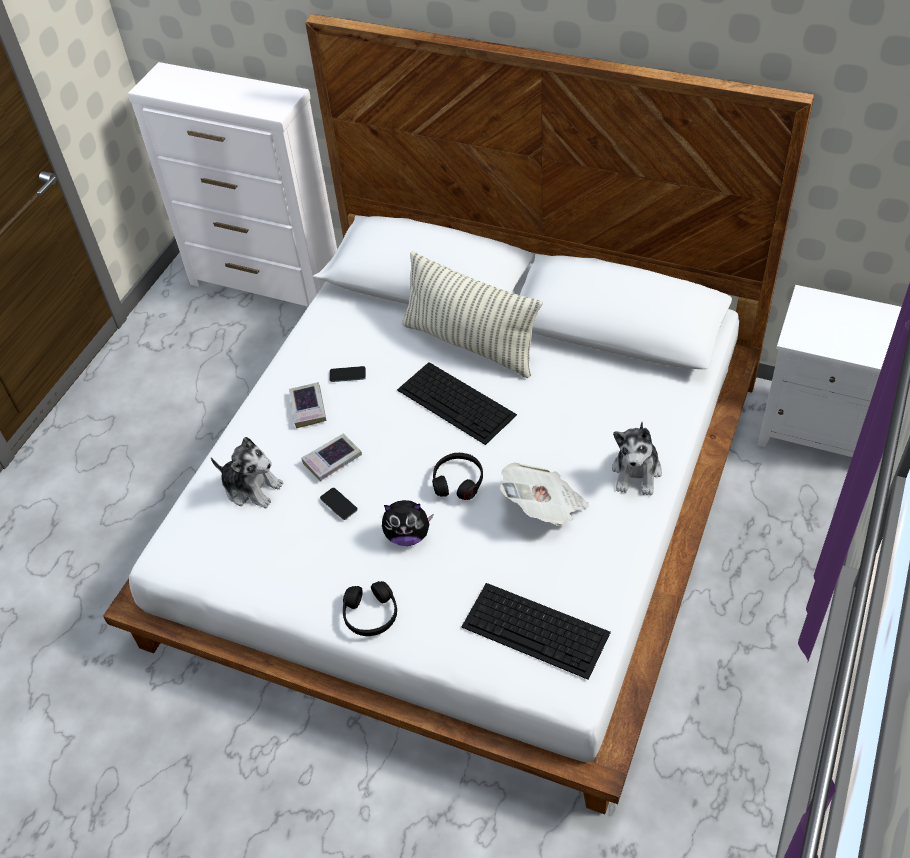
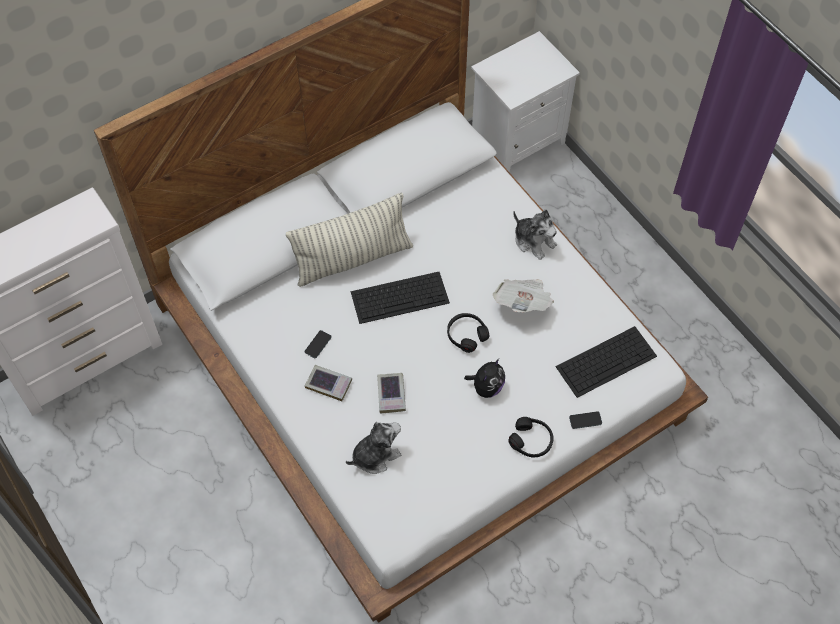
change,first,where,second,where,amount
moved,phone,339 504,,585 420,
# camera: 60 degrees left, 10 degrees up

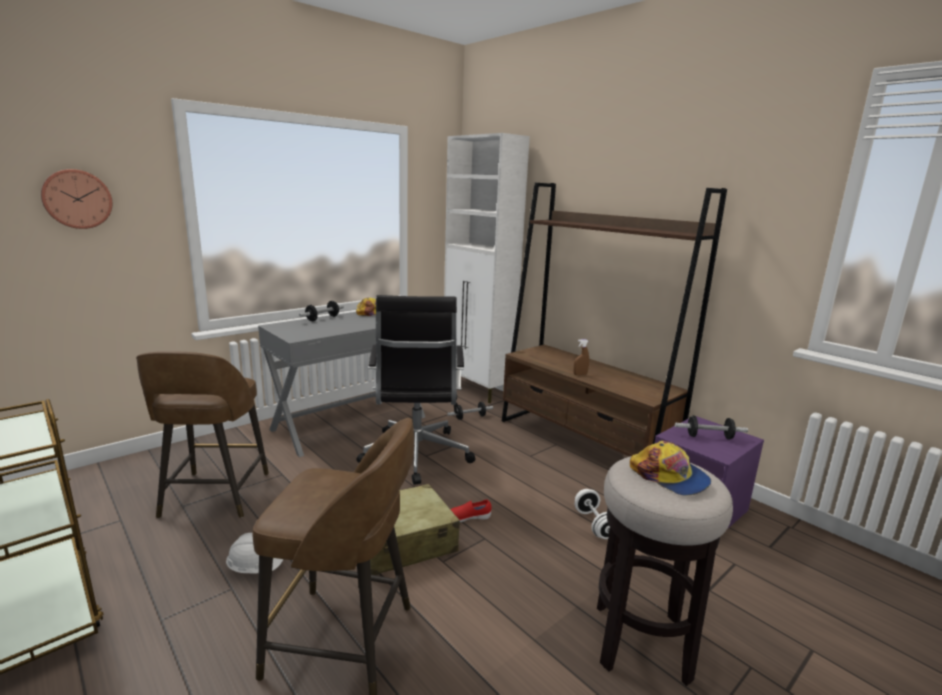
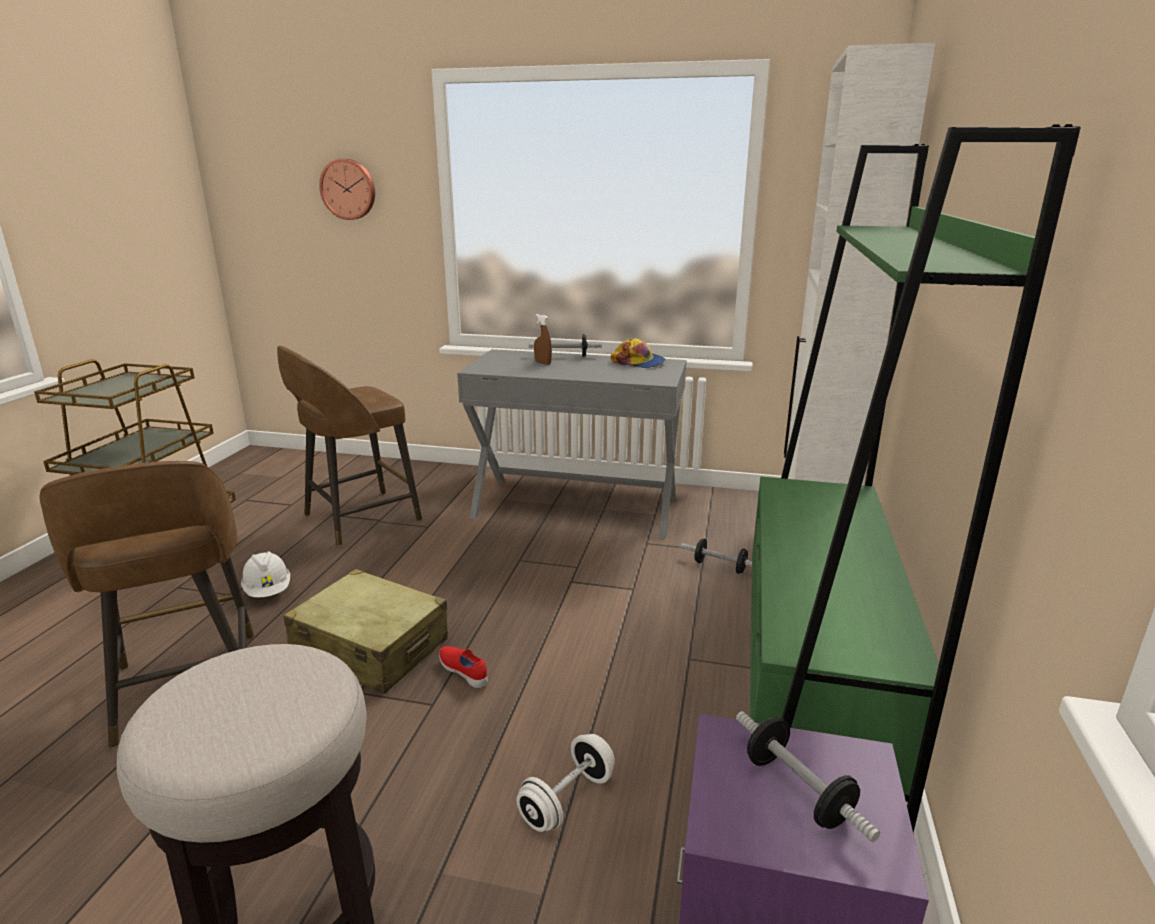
change,first,where,second,where,amount
removed,black office chair,416 390,,,
recoloured,brown bookcase,614 320,green bookcase,915 478,
moved,brown spray bottle,581 357,,543 339,
removed,cap,670 468,,,
# camera: 55 degrees right, 5 degrees up

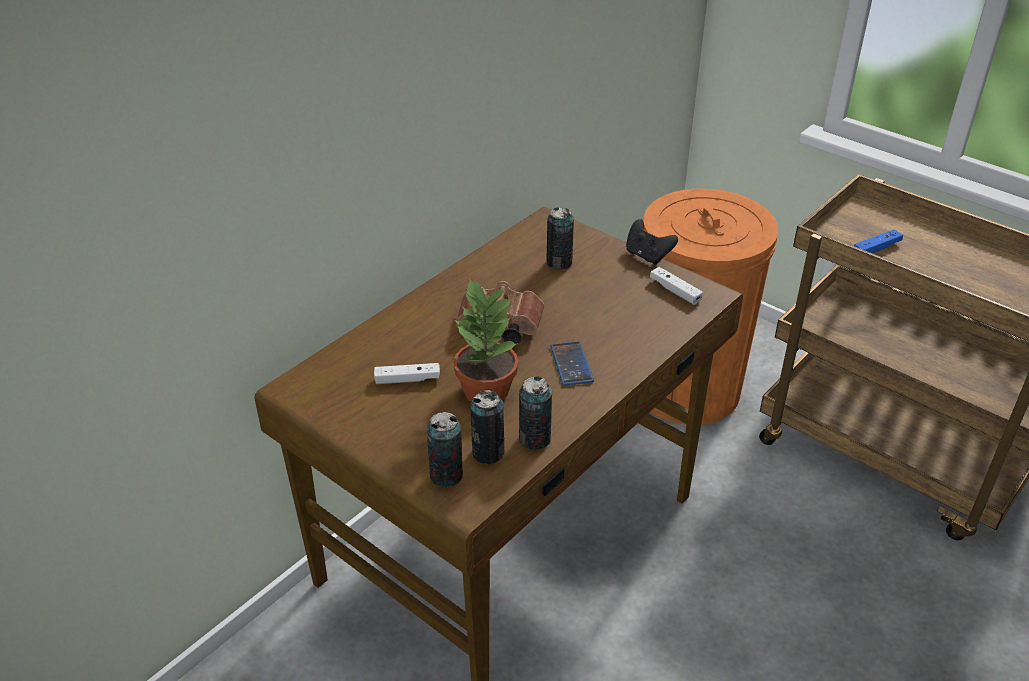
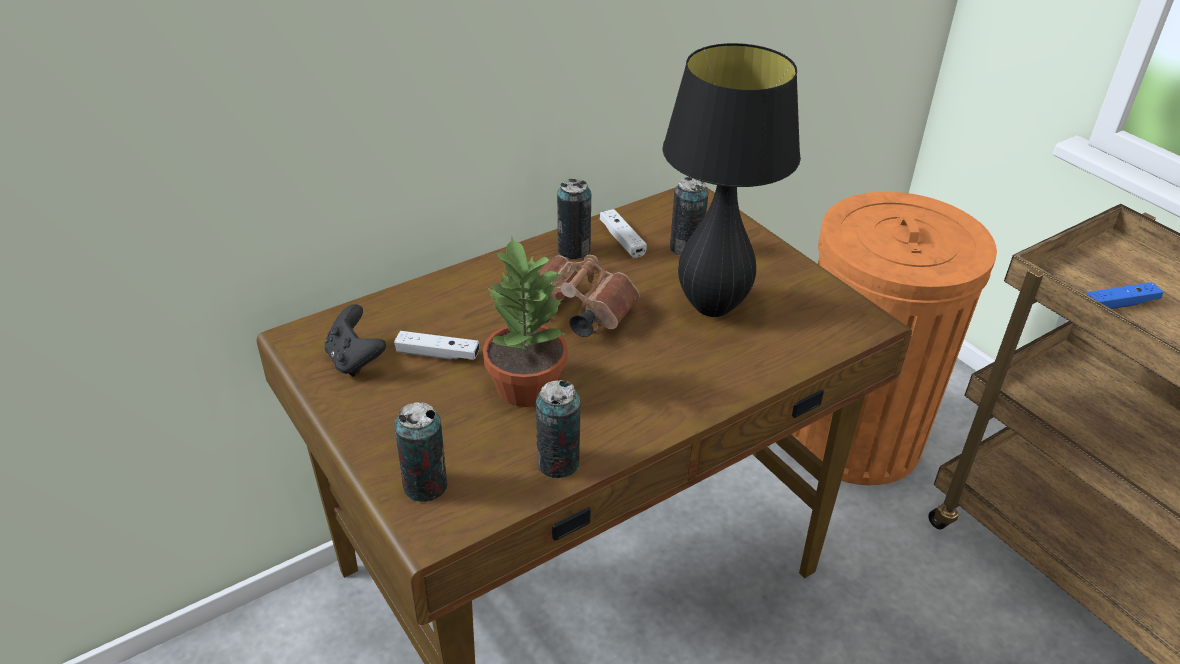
change,first,where,second,where,amount
moved,can,487 427,,574 219,
removed,phone,572 363,,,
moved,black game controller,652 242,,355 340,
moved,white game controller,676 286,,623 233,
added,,,black table lamp,731 180,
# camera: 15 degrees right, 0 degrees up

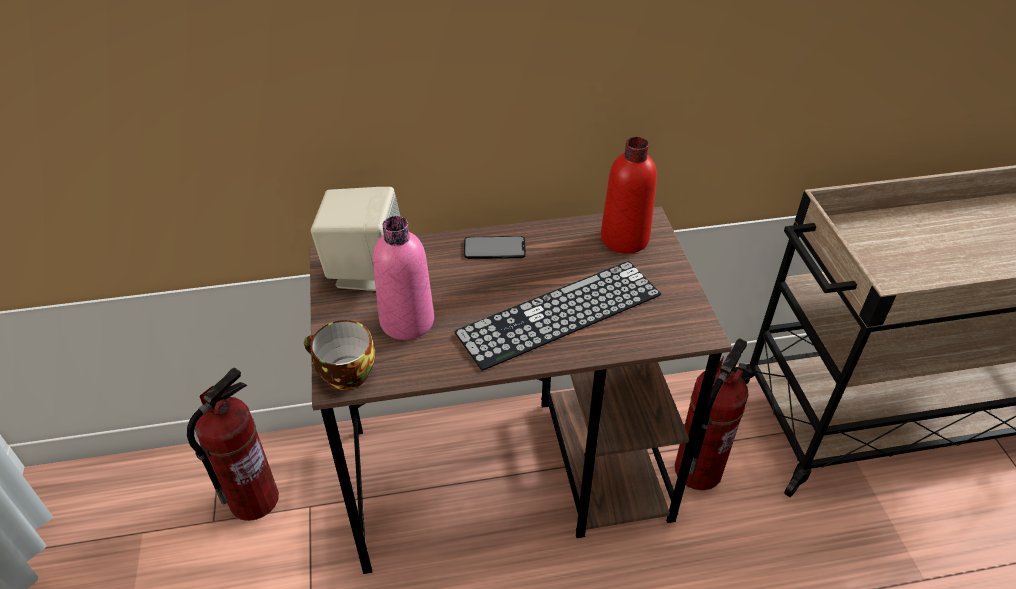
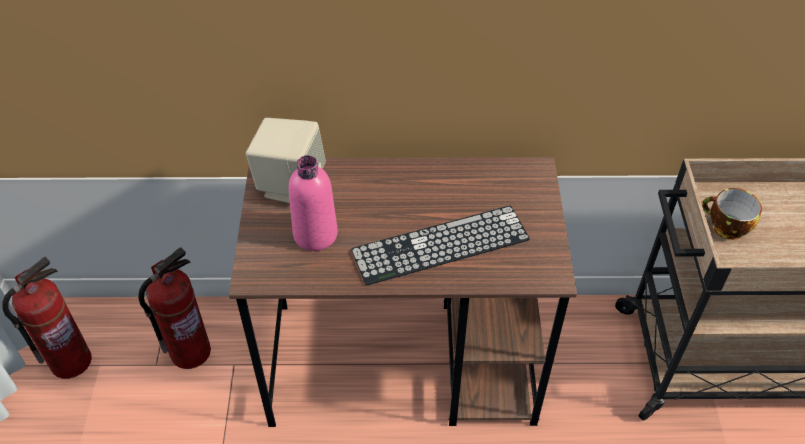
change,first,where,second,where,amount
moved,cup,340 355,,732 214,
removed,phone,495 247,,,
removed,red bottle,629 195,,,
moved,fire extinguisher,712 414,,47 317,
# camera: 10 degrees right, 5 degrees up

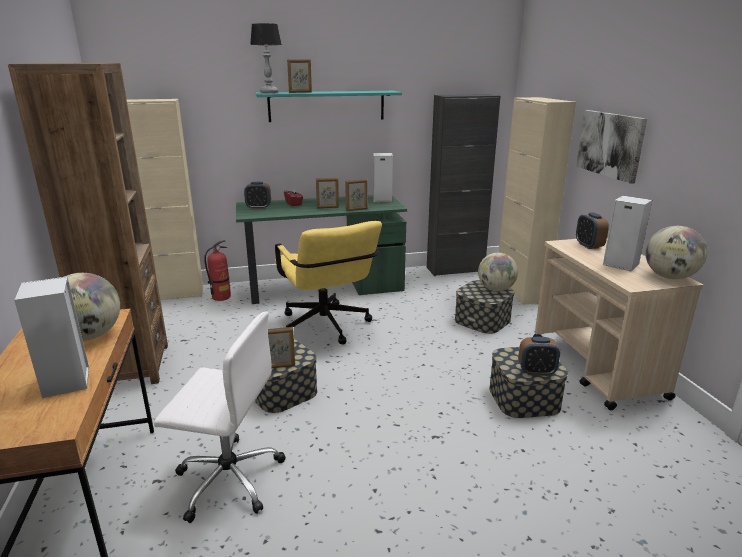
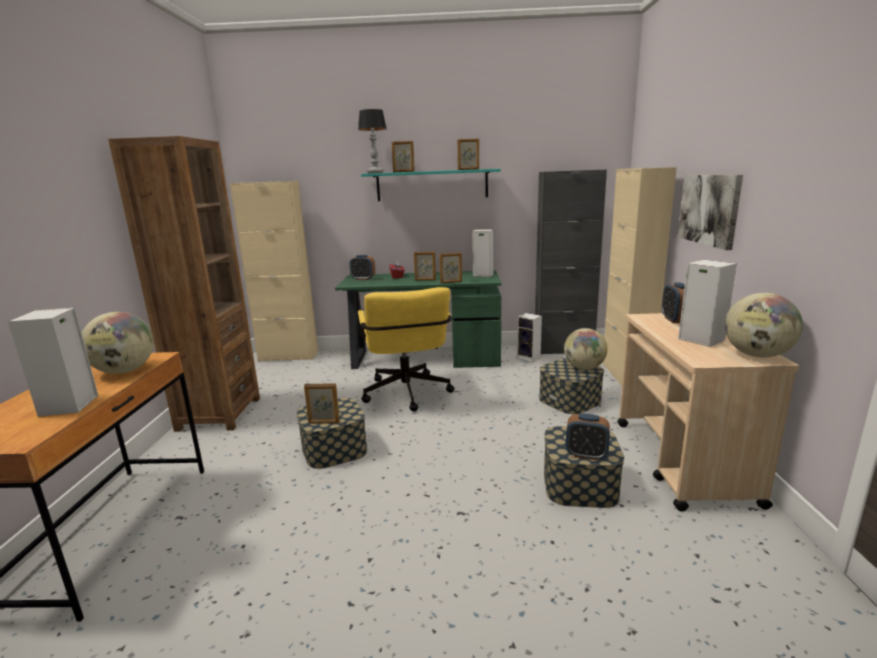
change,first,where,second,where,amount
removed,white office chair,219 417,,,
removed,fire extinguisher,217 270,,,
added,,,picture frame,468 154,
added,,,speaker,529 337,
# camera: 15 degrees right, 5 degrees down

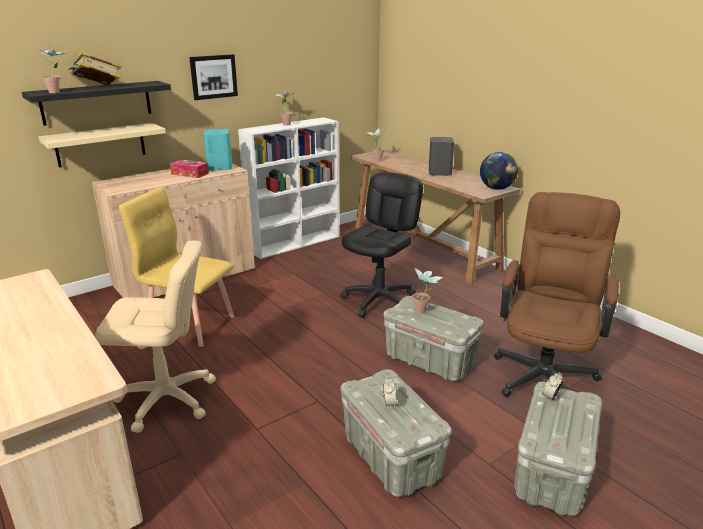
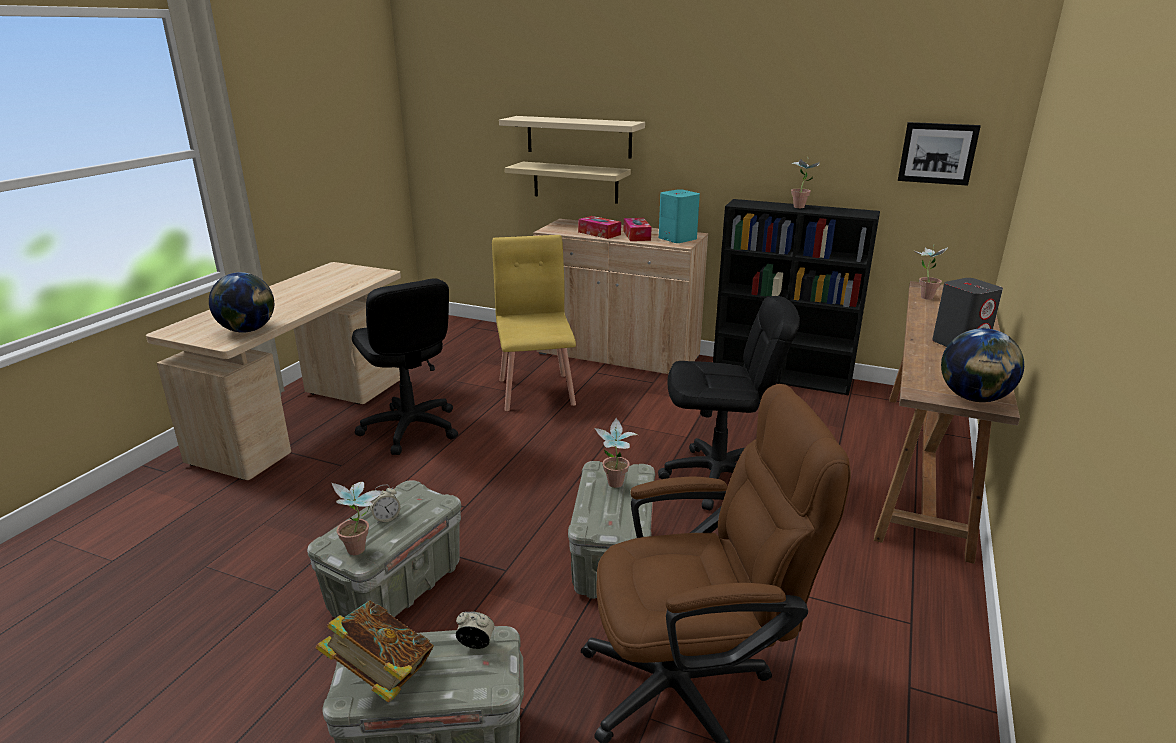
change,first,where,second,where,amount
recoloured,black shelf,96 103,beige shelf,572 137,
moved,potted plant,52 69,,357 518,
moved,book,95 68,,375 652,
recoloured,beige office chair,155 336,black office chair,405 367,
moved,picture,213 77,,939 154,
recoloured,white bookcase,288 188,black bookcase,796 297,
added,,,globe,241 302,
added,,,tissue box,599 227,
# camera: 60 degrees right, 0 degrees up

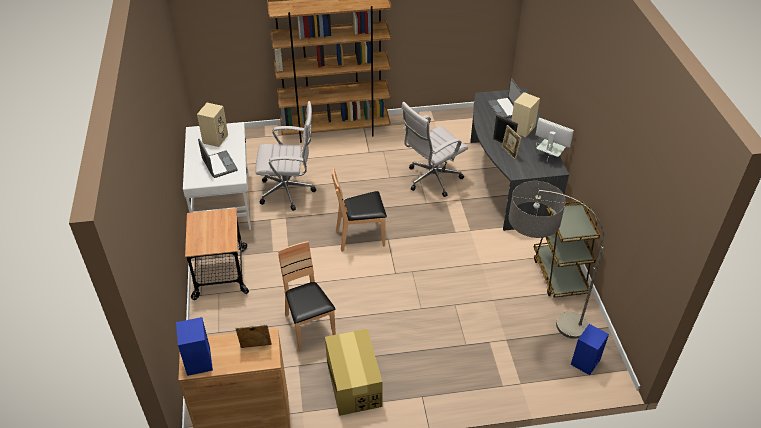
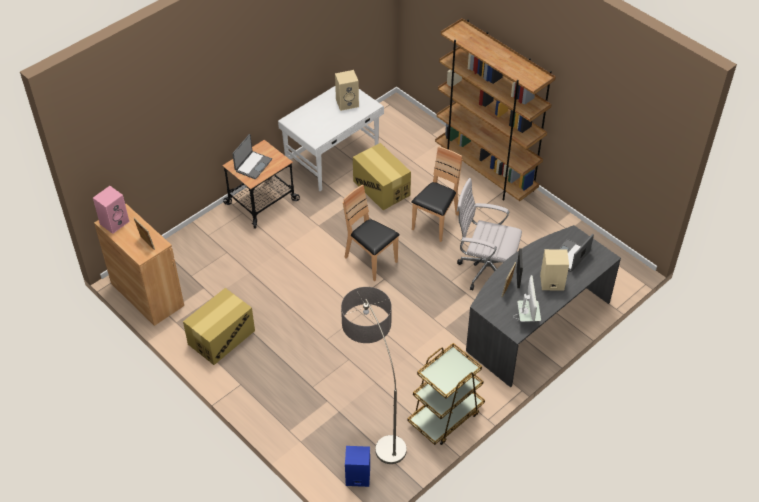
change,first,where,second,where,amount
recoloured,blue speaker,194 346,pink speaker,111 210,
moved,laptop,218 158,,252 156,
replaced,white office chair,285 156,cardboard box,382 176,
moved,brown chair,307 296,,437 194,
# camera: 55 degrees right, 5 degrees up

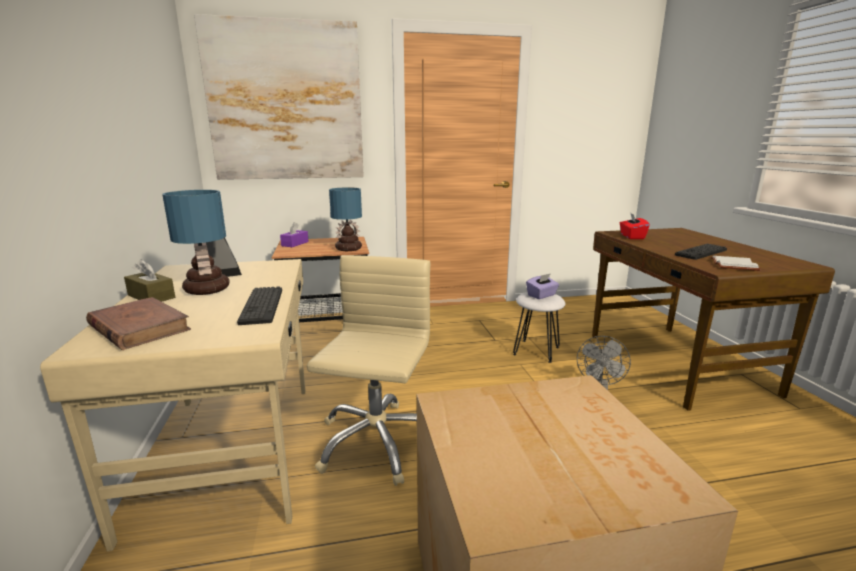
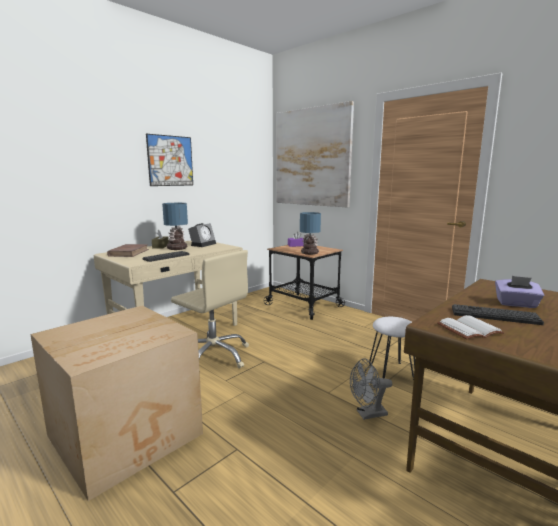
change,first,where,second,where,amount
turned,beige office chair,368 370,,210 309,60 degrees clockwise
moved,purple tissue box,542 286,,519 292,
removed,red tissue box,635 226,,,
added,,,picture,169 160,
# camera: 55 degrees right, 5 degrees down

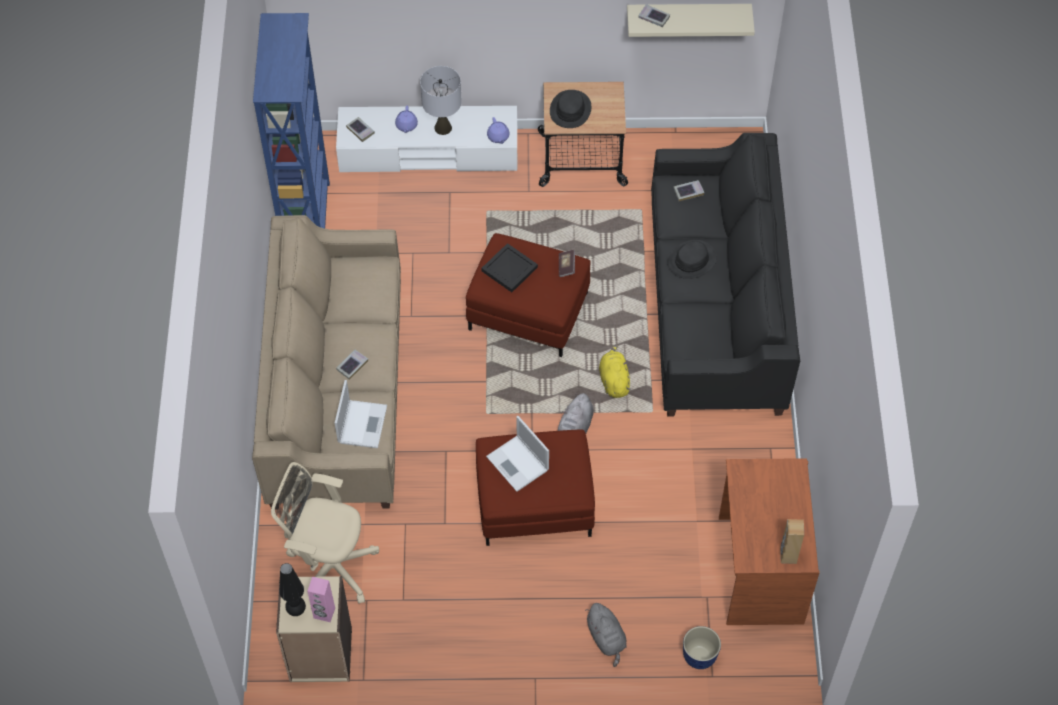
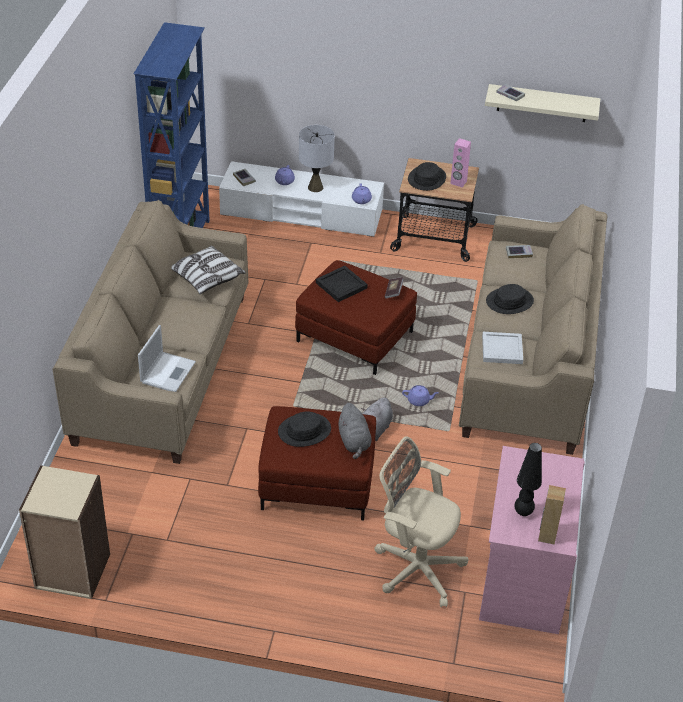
change,first,where,second,where,amount
moved,beige office chair,325 533,,421 521,
moved,black table lamp,292 589,,528 479,
moved,pink speaker,321 599,,460 163,
removed,book,352 365,,,
replaced,laptop,517 454,black hat,304 429,
moved,grey plush toy,606 635,,354 431,
replaced,yellow plush toy,615 371,purple teapot,420 395,
recoloured,black sofa,725 275,beige sofa,533 329,
removed,planter,702 647,,,
recoloured,brown desk,769 541,pink desk,532 540,
added,,,pillow,208 270,
added,,,white tray,502 348,
# camera: 10 degrees right, 15 degrees down

